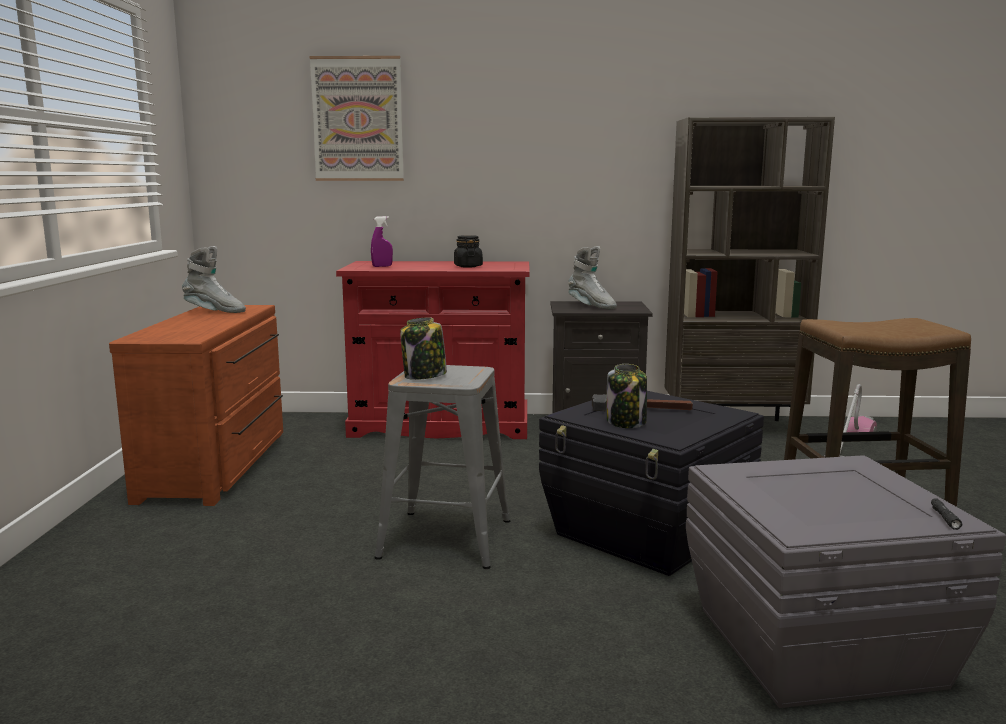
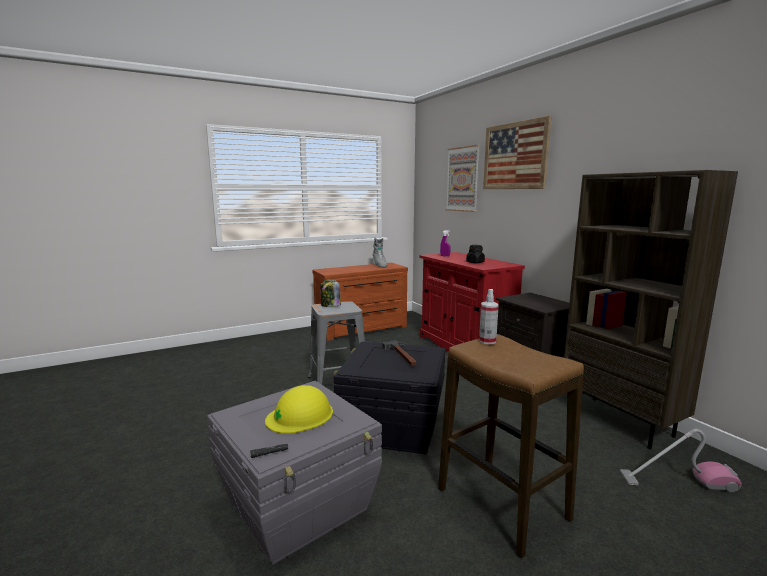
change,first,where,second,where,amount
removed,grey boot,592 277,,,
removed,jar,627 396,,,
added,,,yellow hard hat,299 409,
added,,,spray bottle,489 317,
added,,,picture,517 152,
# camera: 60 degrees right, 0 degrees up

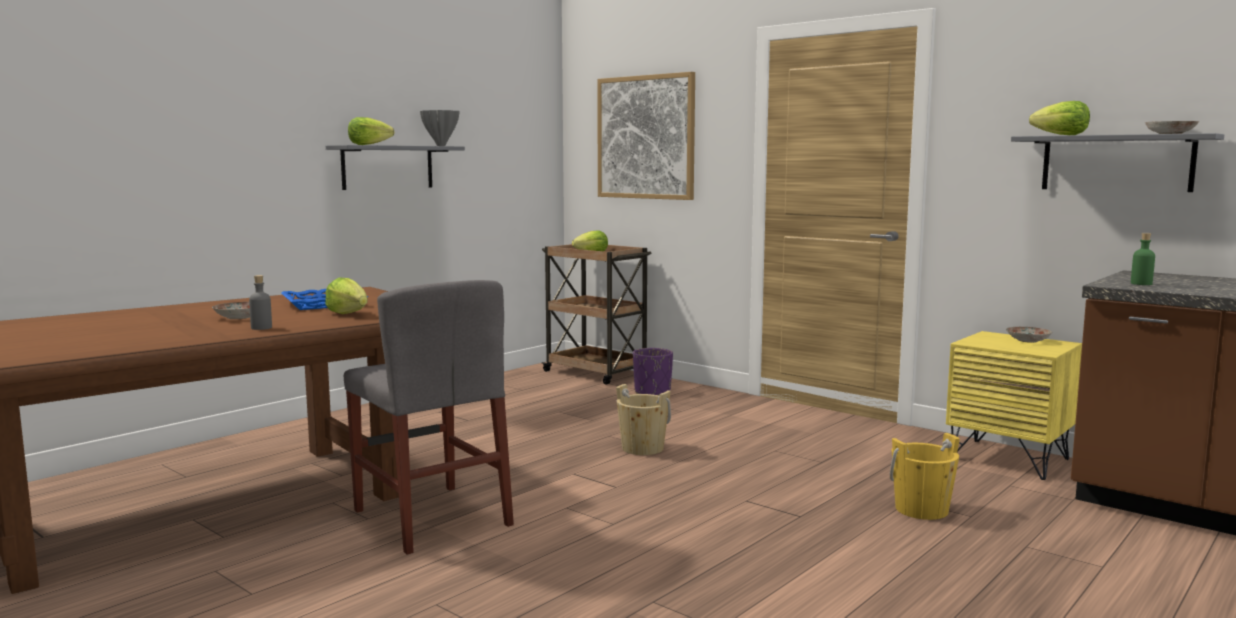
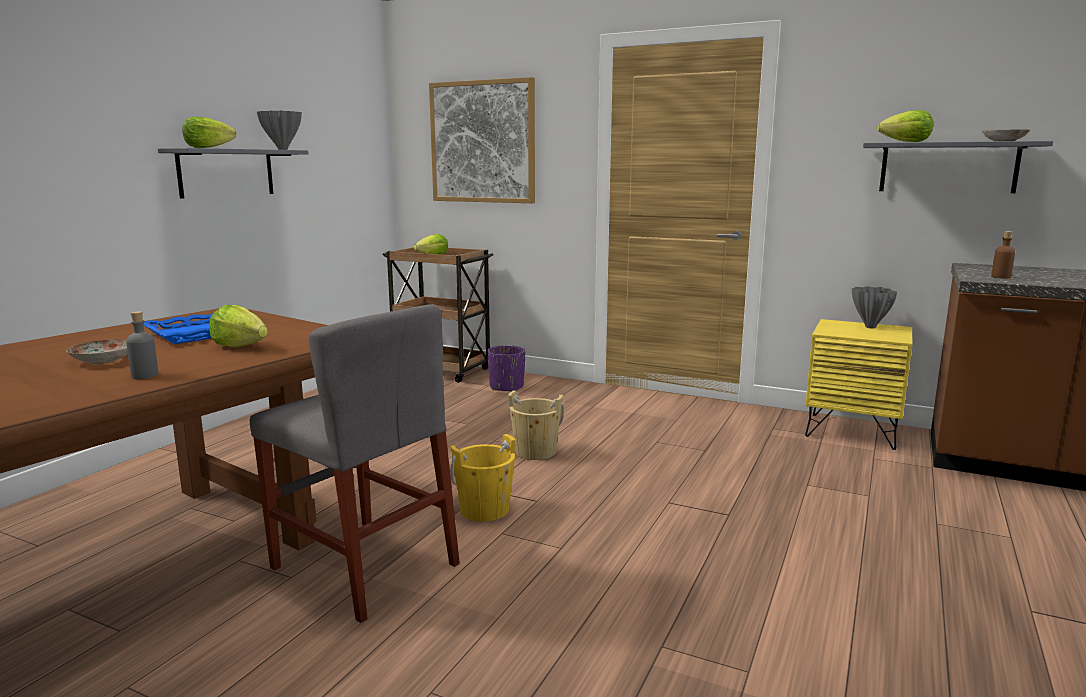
change,first,where,second,where,amount
moved,yellow bucket,925 476,,483 478,
replaced,plate,1029 335,grey vase,874 307,
recoloured,green bottle,1143 259,brown bottle,1003 255,
# camera: 15 degrees left, 5 degrees up

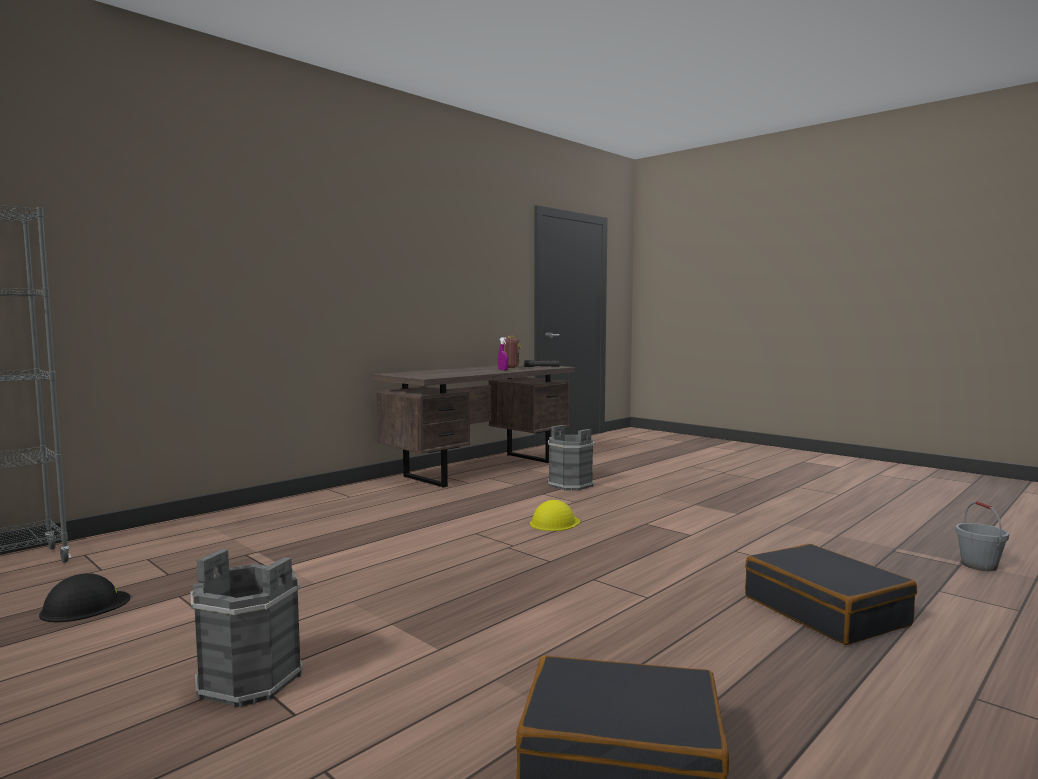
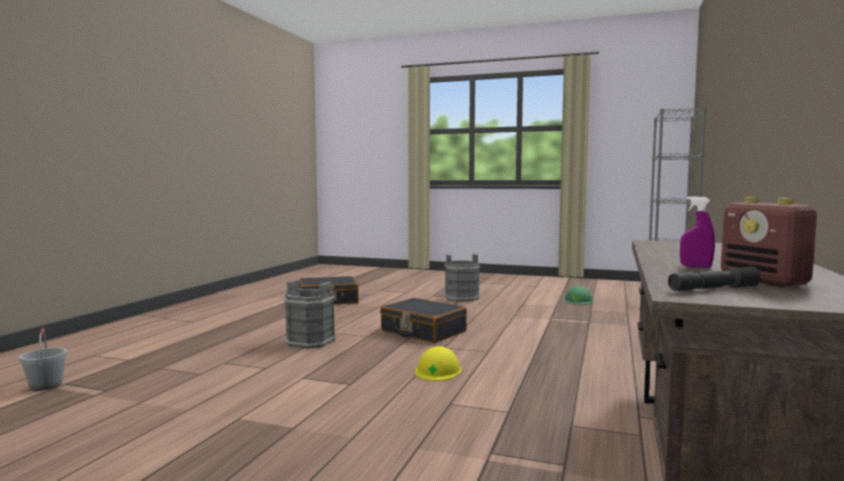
change,first,where,second,where,amount
recoloured,black hard hat,84 597,green hard hat,579 295,
moved,grey bucket,571 458,,309 314,
moved,black suitcase,831 594,,423 320,
# camera: 155 degrees right, 0 degrees up

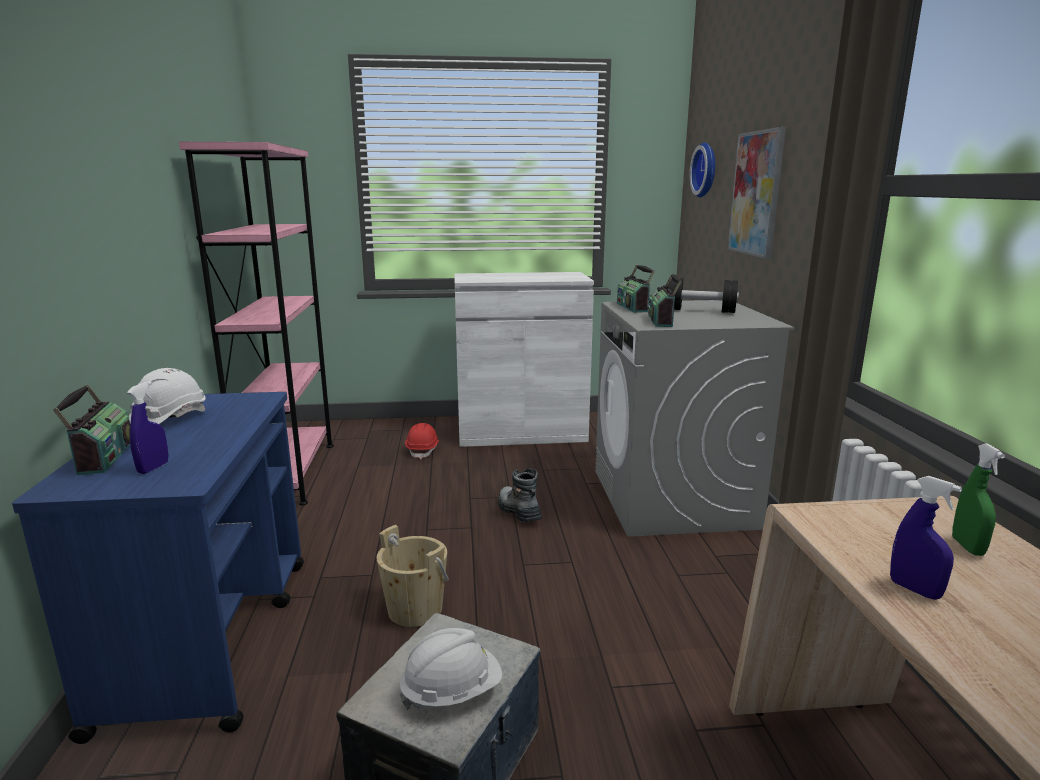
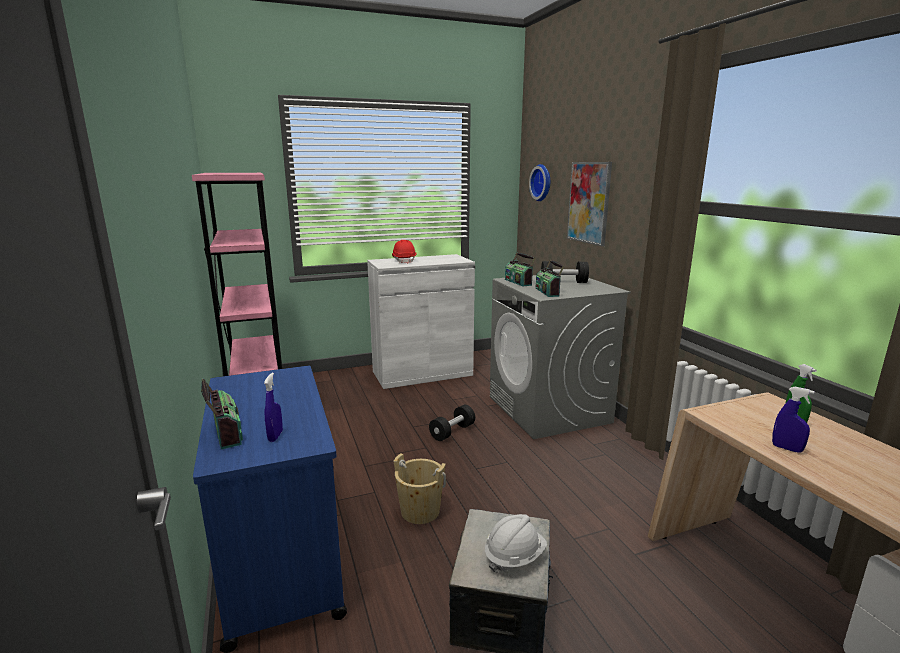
change,first,where,second,where,amount
removed,white hard hat,167 396,,,
moved,red hard hat,422 441,,404 252,
replaced,boot,519 495,black dumbbell,452 423,
# camera: 15 degrees left, 0 degrees up

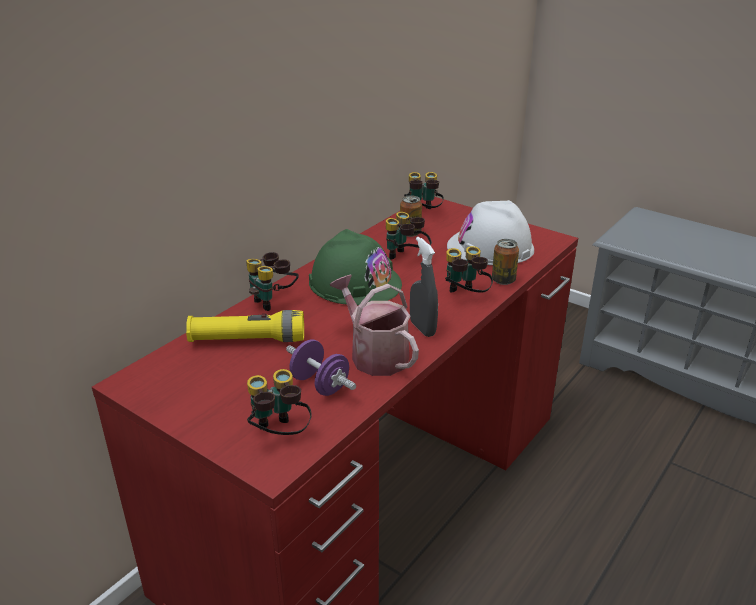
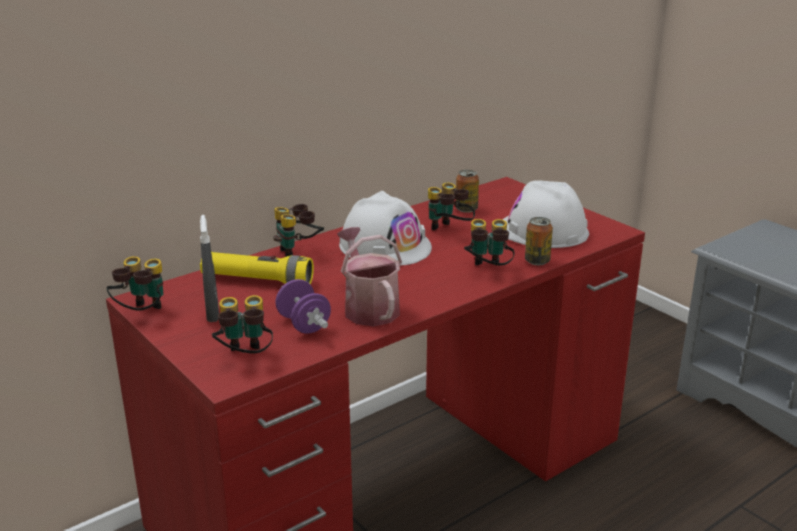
change,first,where,second,where,amount
recoloured,green hard hat,355 267,white hard hat,385 228,
moved,binoculars,424 190,,135 283,
moved,grey spray bottle,424 287,,209 268,
# camera: 15 degrees right, 5 degrees down

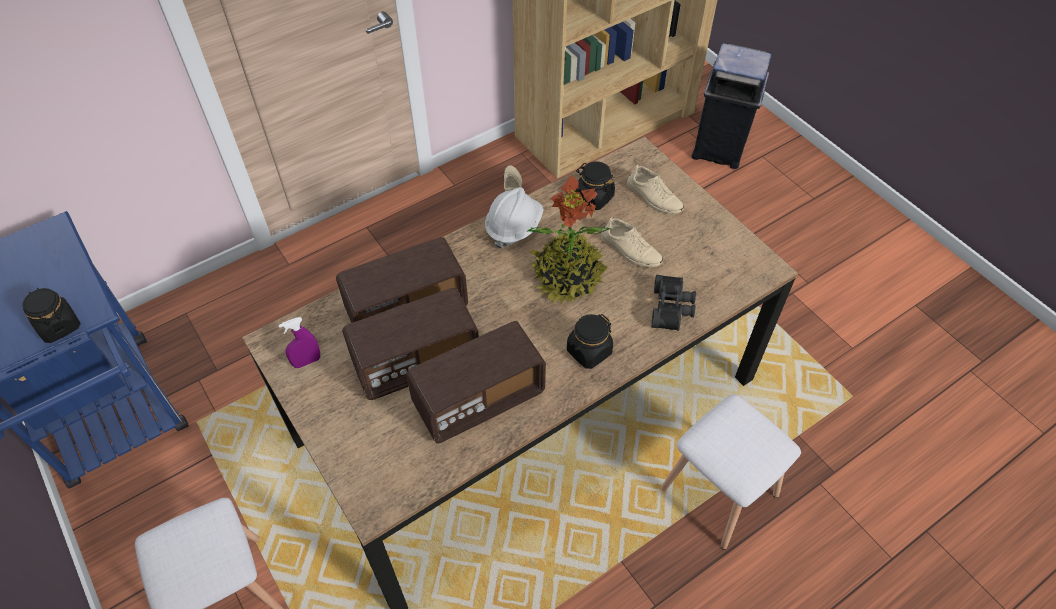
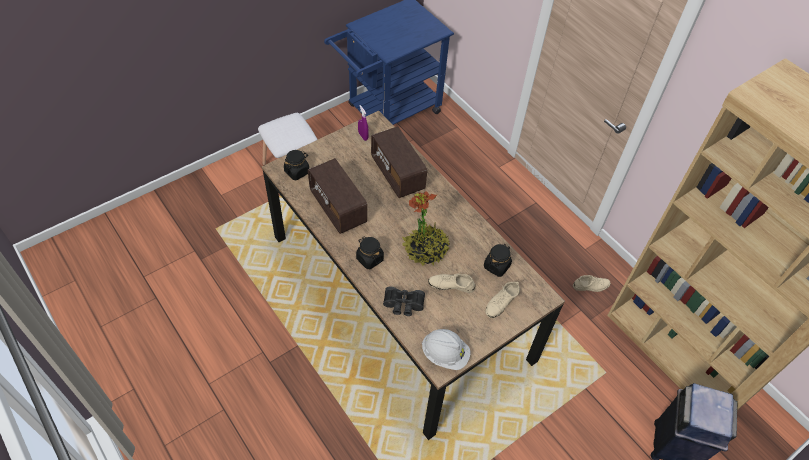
change,first,where,second,where,amount
moved,black jar,52 315,,296 165,
removed,radio,410 344,,,
moved,white hard hat,514 218,,445 349,
turned,beige shoe,632 242,,451 282,60 degrees clockwise
removed,white stool,731 471,,,
# camera: 85 degrees right, 0 degrees up

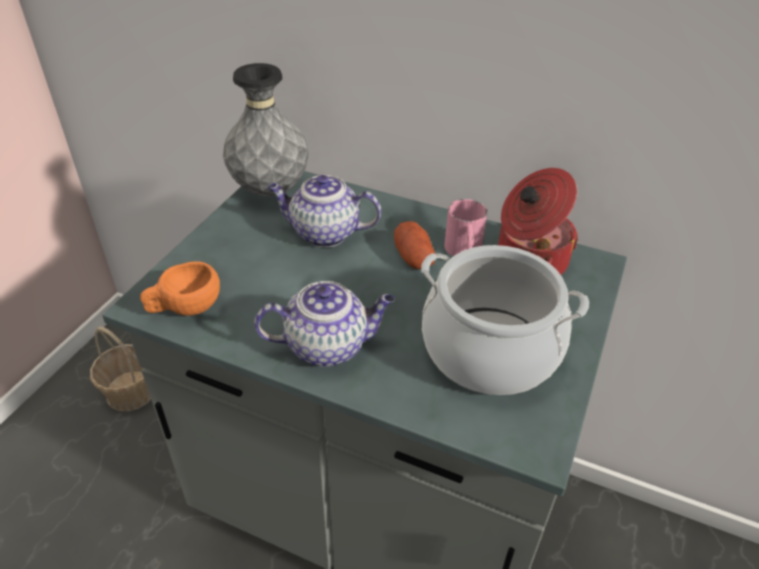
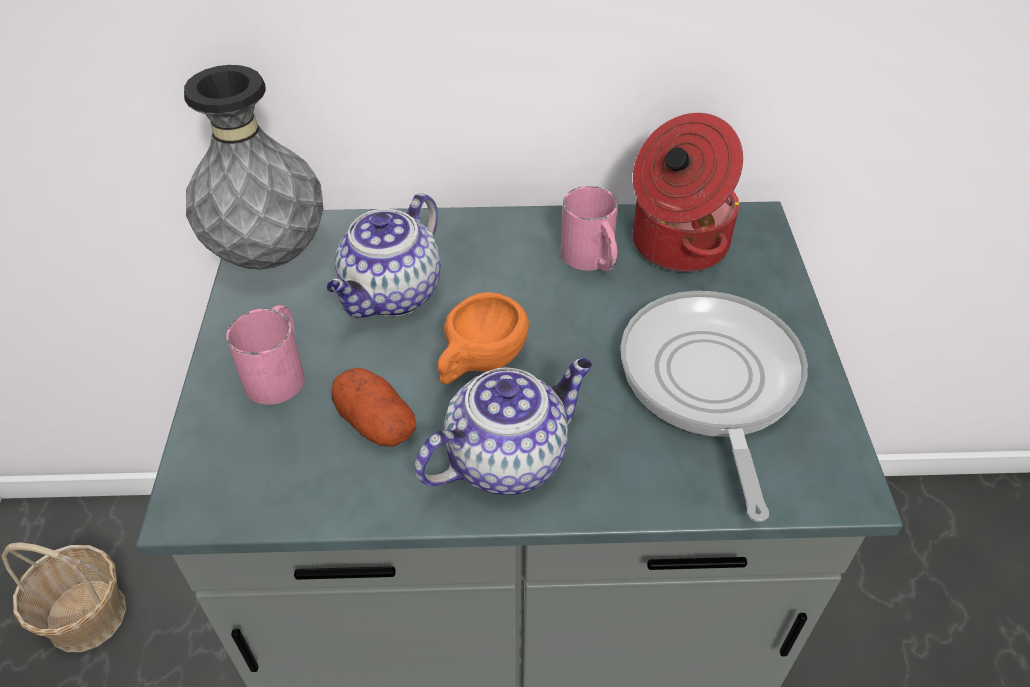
change,first,where,second,where,amount
moved,orange cup,180 288,,483 338,
turned,teapot,324 211,,383 255,45 degrees counterclockwise
moved,potato,414 245,,373 407,
replaced,cooking pot,505 320,frying pan,714 406,
added,,,pink mug,265 354,
# camera: 25 degrees left, 5 degrees up

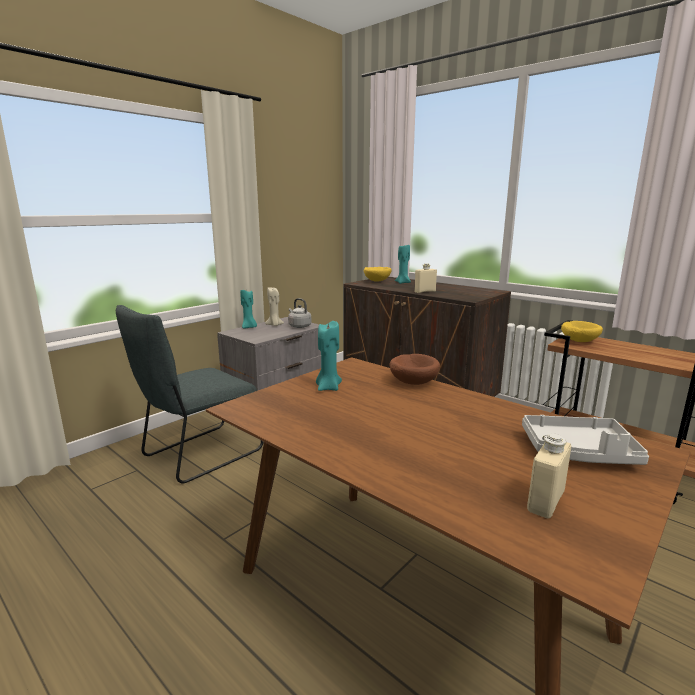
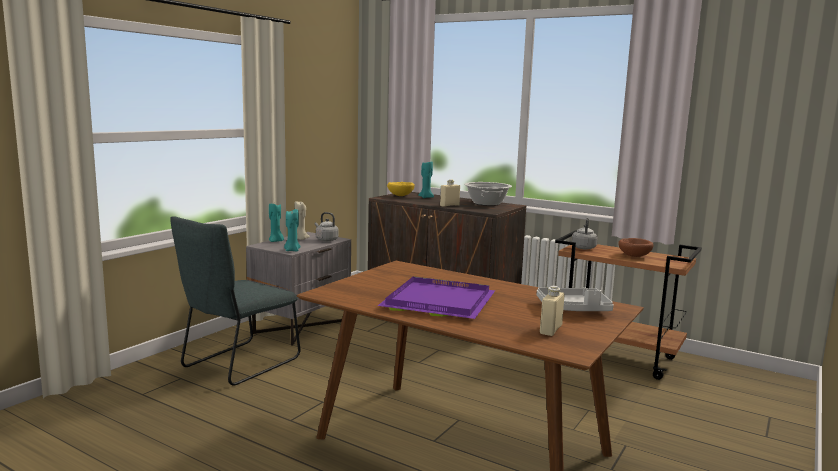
change,first,where,second,where,amount
moved,turquoise candle,329 356,,292 230,
moved,brown bowl,414 369,,635 247,
replaced,yellow bowl,582 331,grey kettle,585 233,
added,,,purple tray,436 297,
added,,,cooking pot,488 194,
# camera: 10 degrees left, 5 degrees down

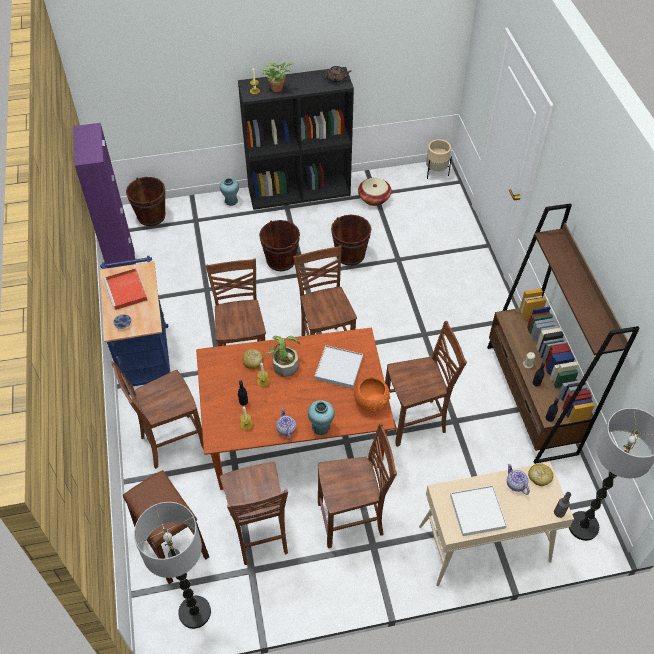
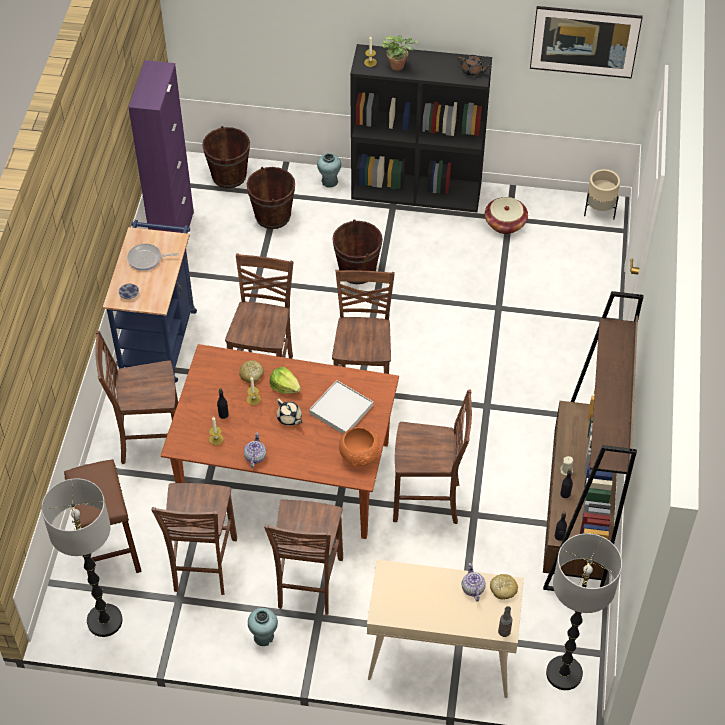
change,first,where,second,where,amount
replaced,red tray,125 289,frying pan,152 257,
replaced,potted plant,282 356,lettuce,285 380,
moved,turquoise vase,321 417,,263 627,
turned,brown chair,357 485,,303 557,90 degrees clockwise
moved,brown bucket,351 240,,271 198,
removed,white tray,478 510,,,
added,,,beige teapot,289 412,
added,,,picture,586 42,
# camera: 20 degrees right, 0 degrees up

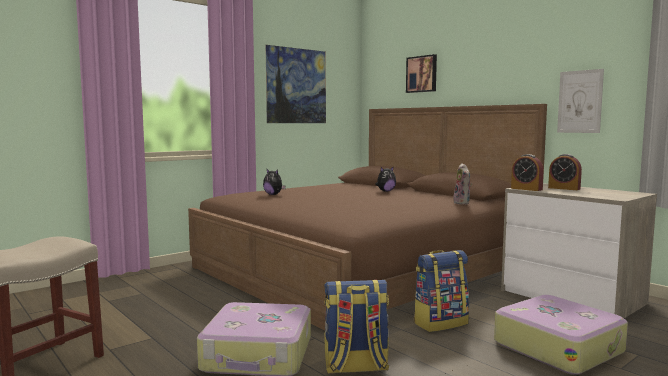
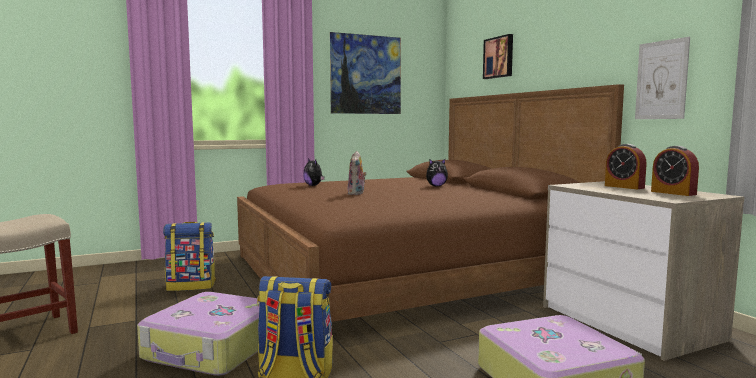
change,first,where,second,where,amount
moved,backpack,441 291,,189 256,
moved,plush toy,462 184,,357 173,
moved,alarm clock,527 172,,675 171,
# camera: 15 degrees right, 0 degrees up

